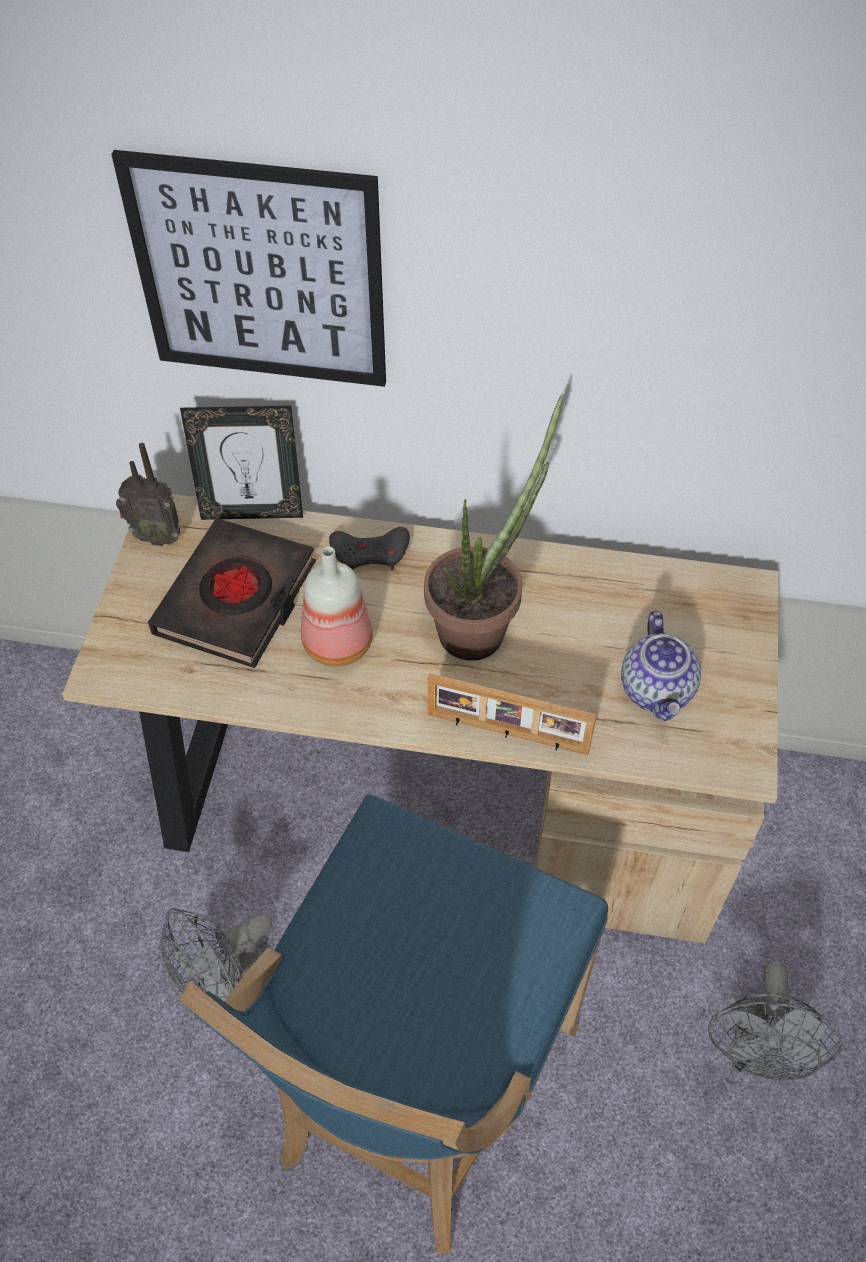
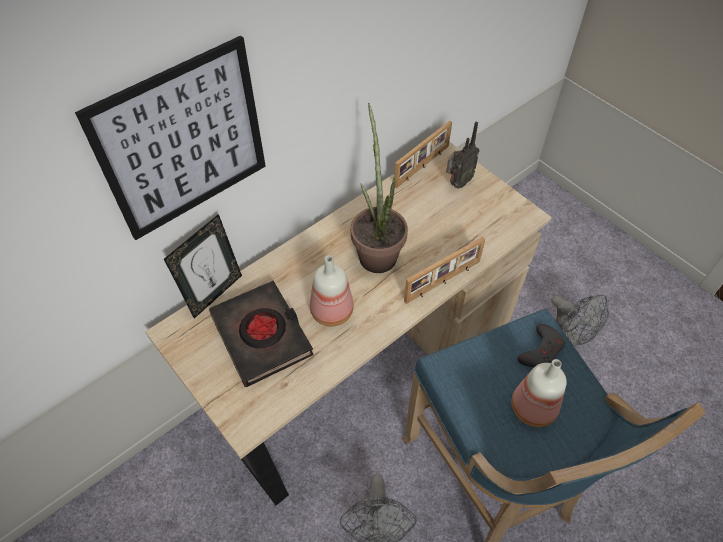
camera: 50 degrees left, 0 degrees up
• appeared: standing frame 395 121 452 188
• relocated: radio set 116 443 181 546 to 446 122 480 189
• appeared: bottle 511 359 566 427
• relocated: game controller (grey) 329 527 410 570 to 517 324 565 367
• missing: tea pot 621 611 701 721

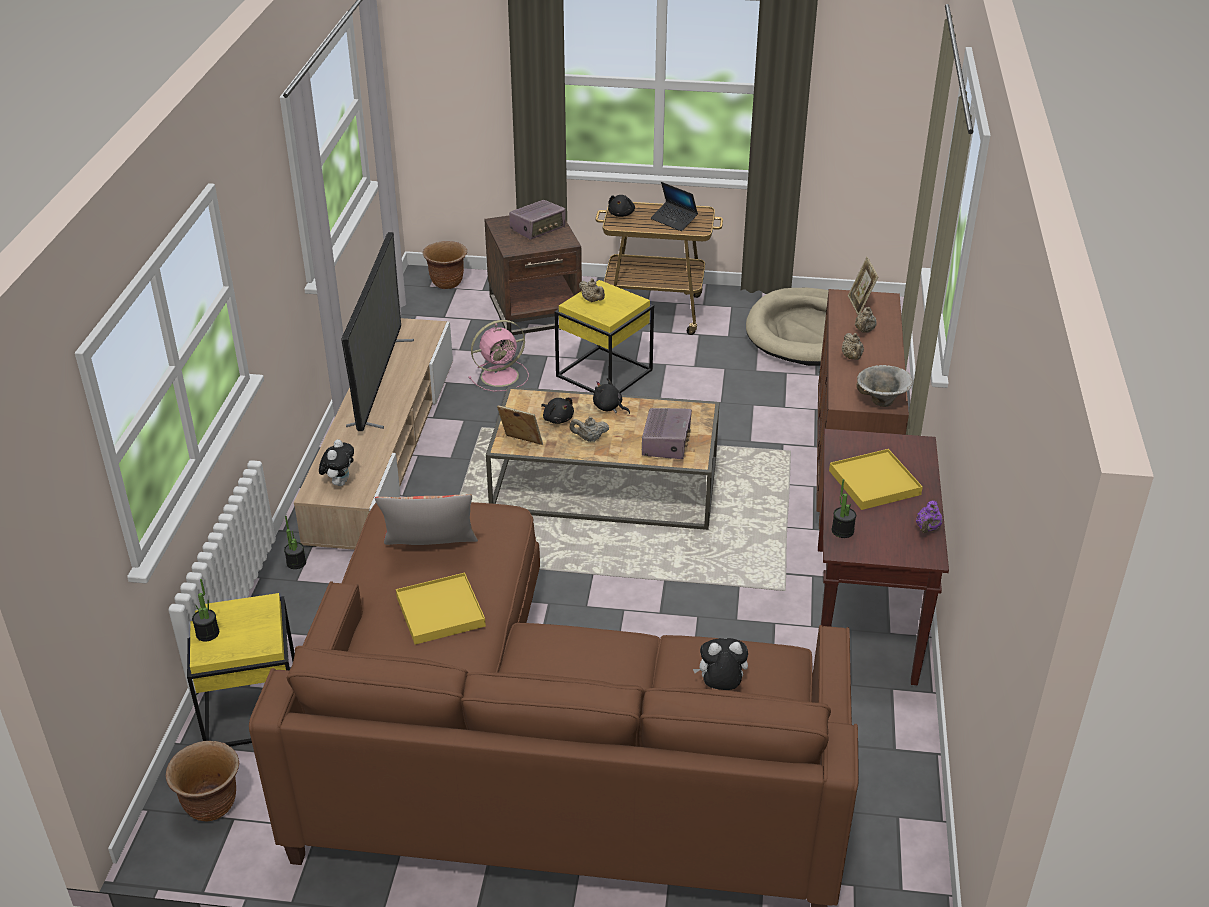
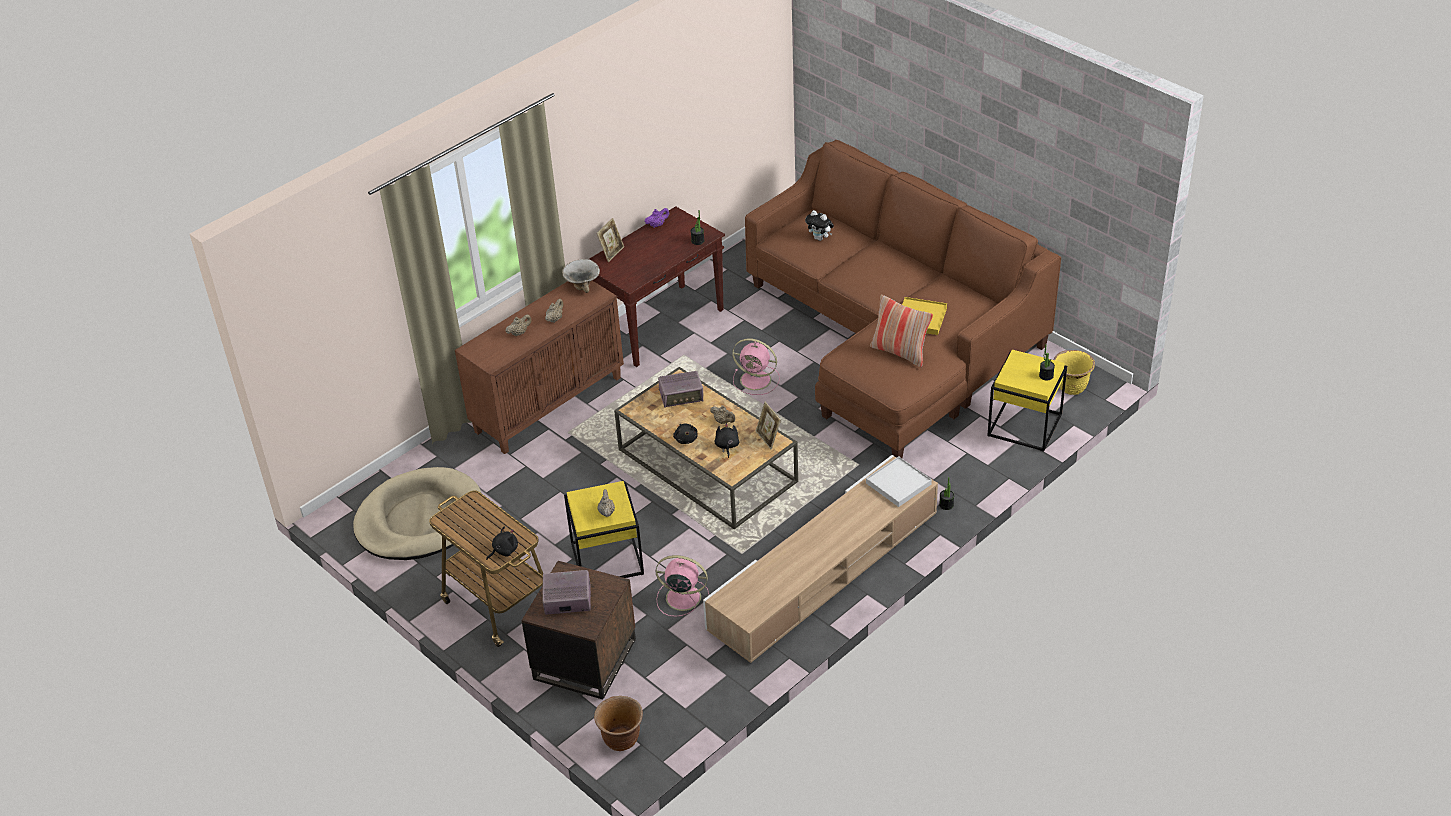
camera: 140 degrees left, 5 degrees up
• relocated: standing frame 848 257 878 315 to 597 218 624 262
• spun: radio set 642 408 692 459 = 658 371 703 408 150 degrees counterclockwise
• appeared: electric fan (pinkish) 732 338 780 395
• exchanged: soft toy 319 439 354 486 to carrying tray (whitish) 866 456 932 507
• colour: planter (brown-coloured) 166 741 239 822 to planter (yellowish) 1054 350 1095 395
• missing: TV 341 232 414 431
• missing: laptop 651 182 698 231
• missing: carrying tray (yellowish) 829 449 923 510

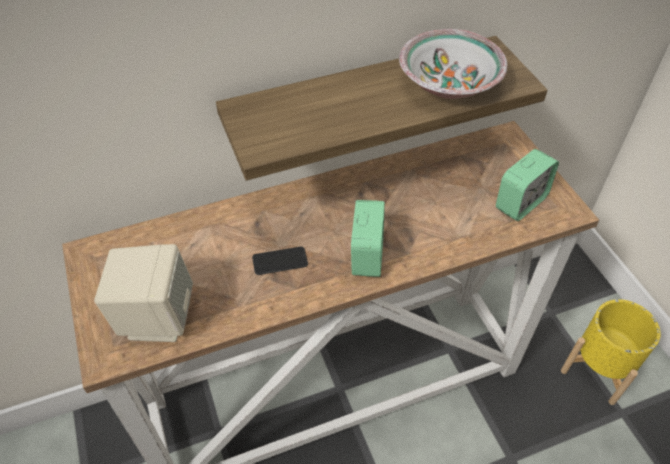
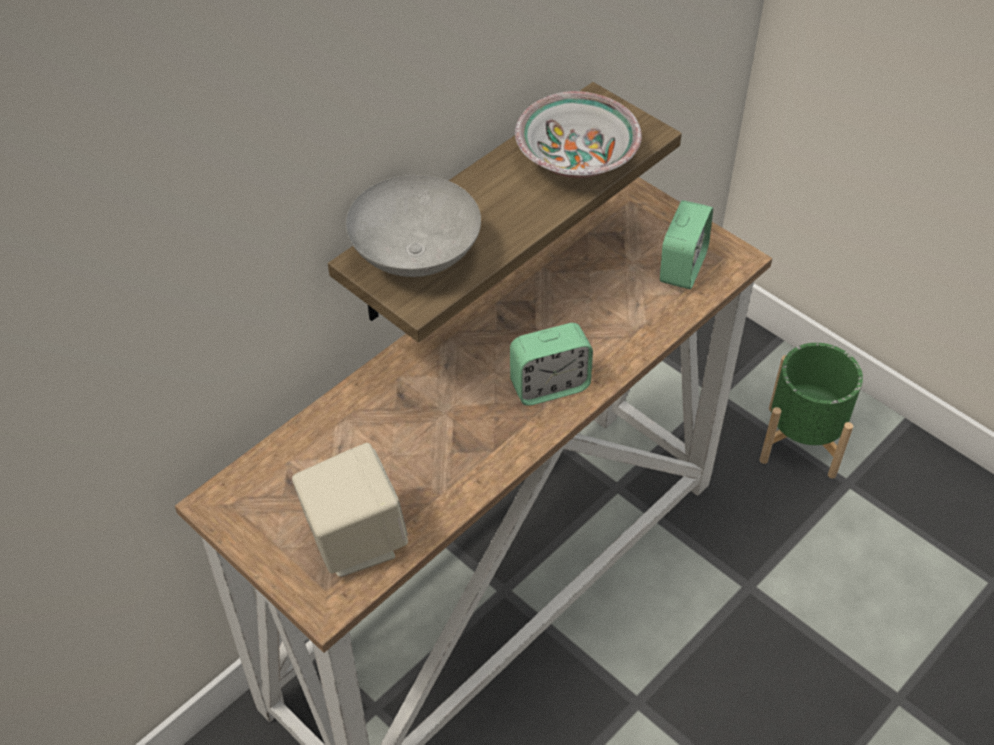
camera: 25 degrees left, 0 degrees up
• appeared: serving bowl (grey) 346 175 481 277
• spun: alarm clock 351 200 385 277 = 510 323 593 406 90 degrees clockwise
• colour: planter (yellowish) 561 299 661 405 to planter (green) 760 343 863 478
• missing: phone 252 247 308 275

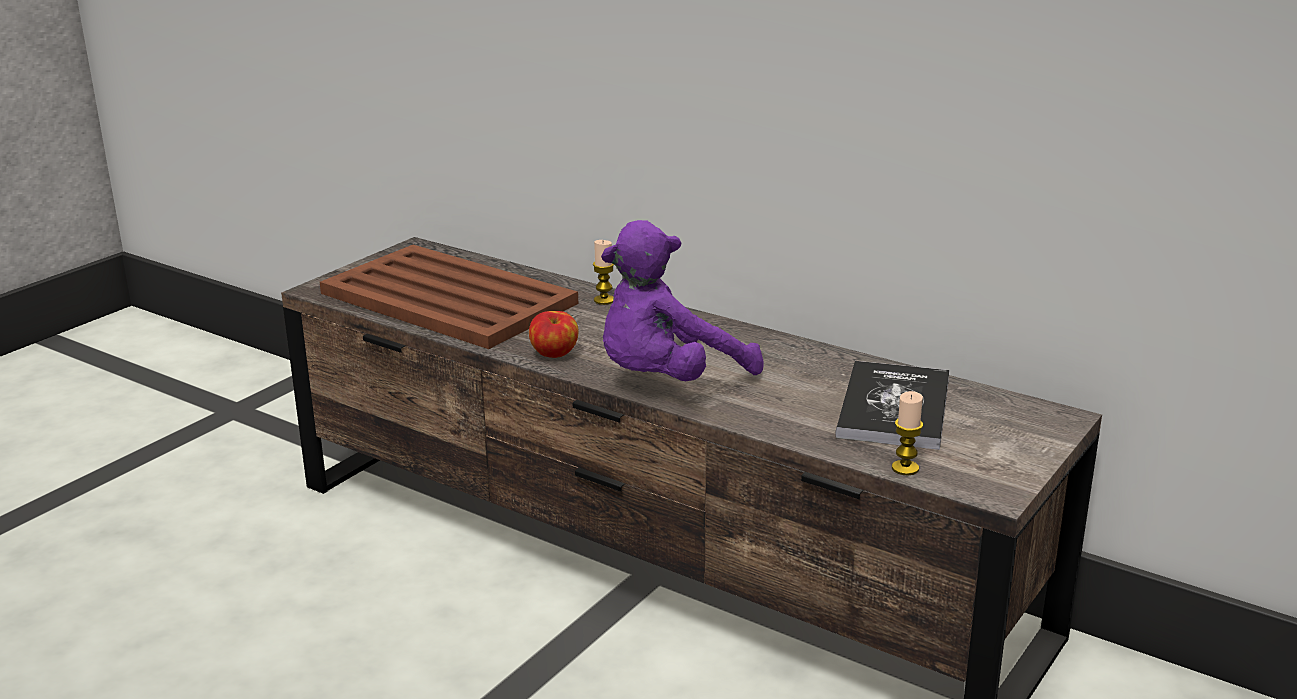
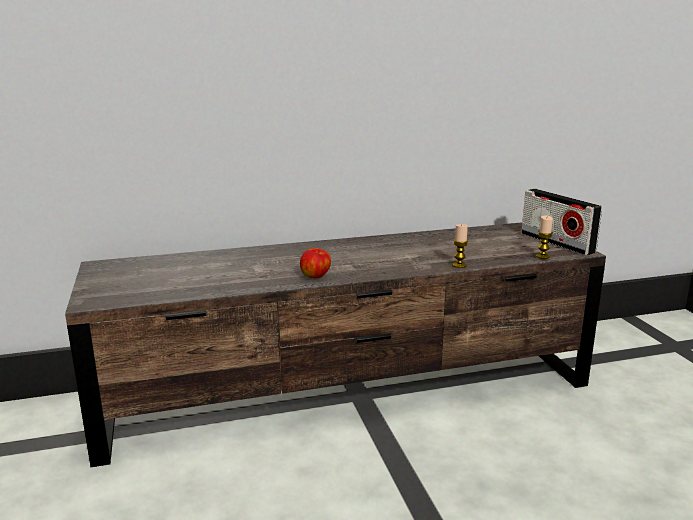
camera: 50 degrees left, 5 degrees down
• relocated: wax light 593 240 614 305 to 452 224 468 268
• appeared: radio set 521 189 602 255
• missing: carrying tray (brown-coloured) 320 245 578 349
• missing: soft toy (purple) 601 220 764 381
• missing: bound book 835 361 950 450

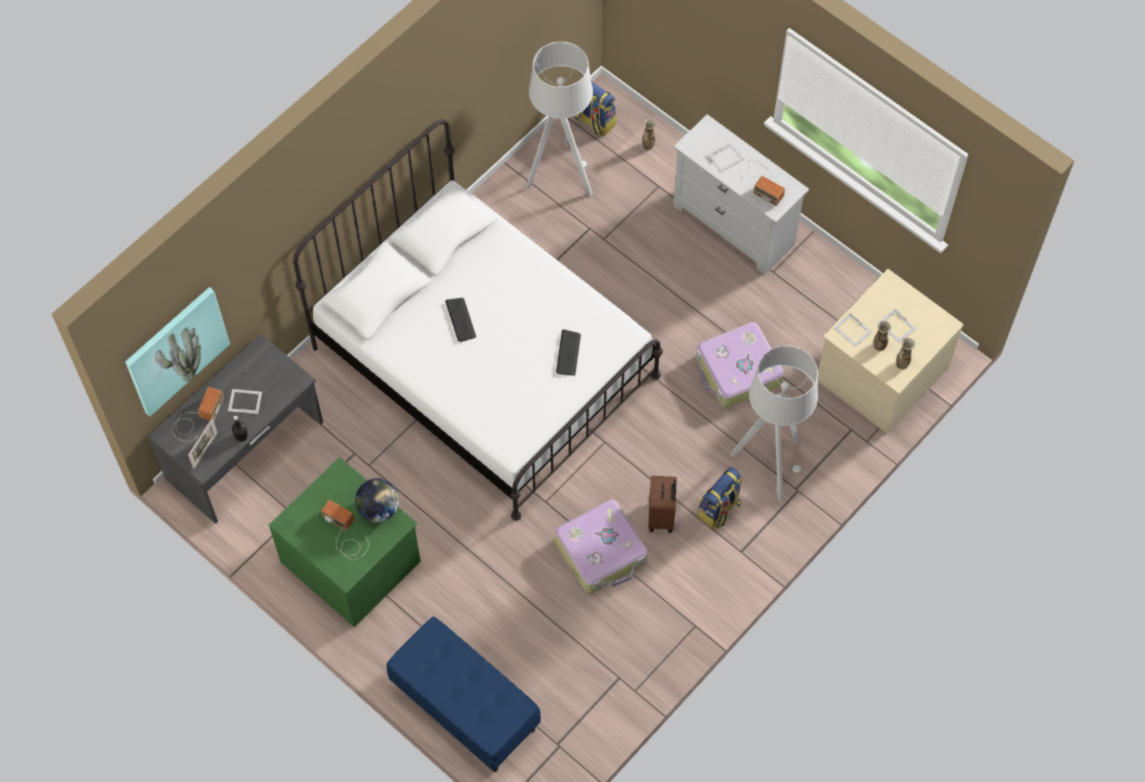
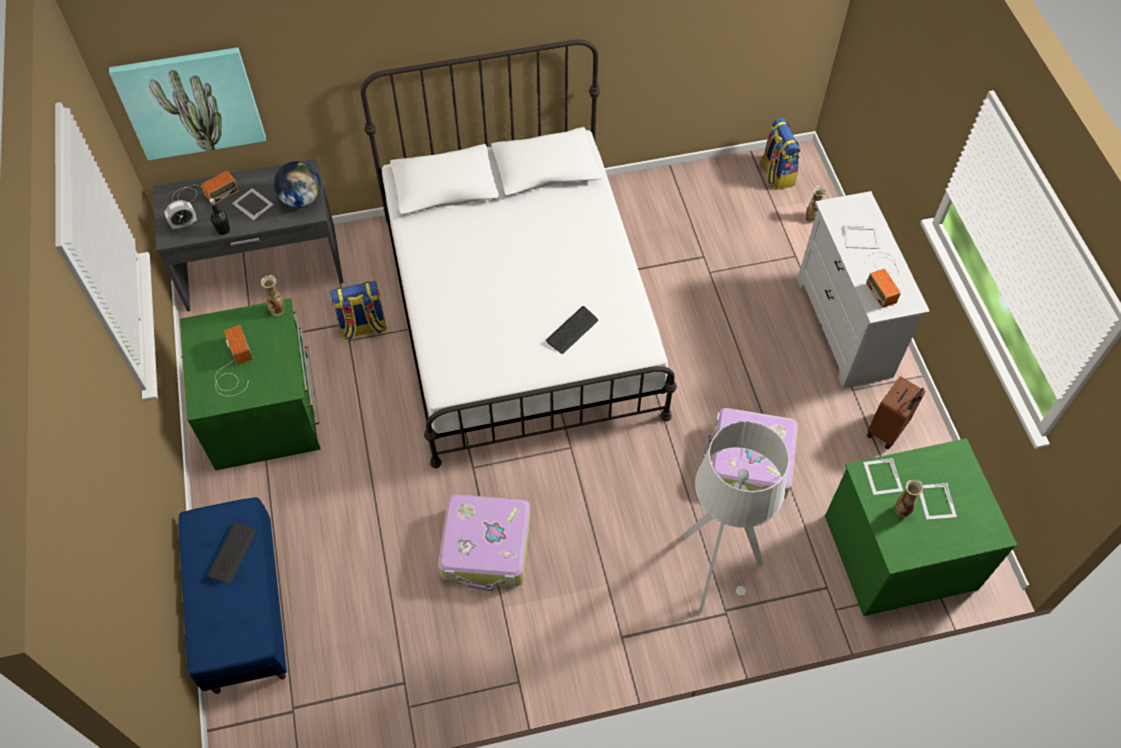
camera: 35 degrees right, 5 degrees down
• exchanged: standing frame 188 418 218 469 to alarm clock 165 200 197 230
• relocated: keyboard 445 298 476 342 to 207 522 256 584
• relocated: flower vase 896 337 915 370 to 261 275 285 316
• relocated: globe 355 478 399 522 to 274 161 321 208
• relocated: backpack 697 467 742 529 to 330 281 387 340
• colour: drawer chest (beige-coloured) 818 269 964 434 to drawer chest (green) 825 438 1017 616
• relocated: suitcase (brown-coloured) 648 476 677 533 to 867 376 926 449
• missing: standing lamp (grey) 526 41 593 196

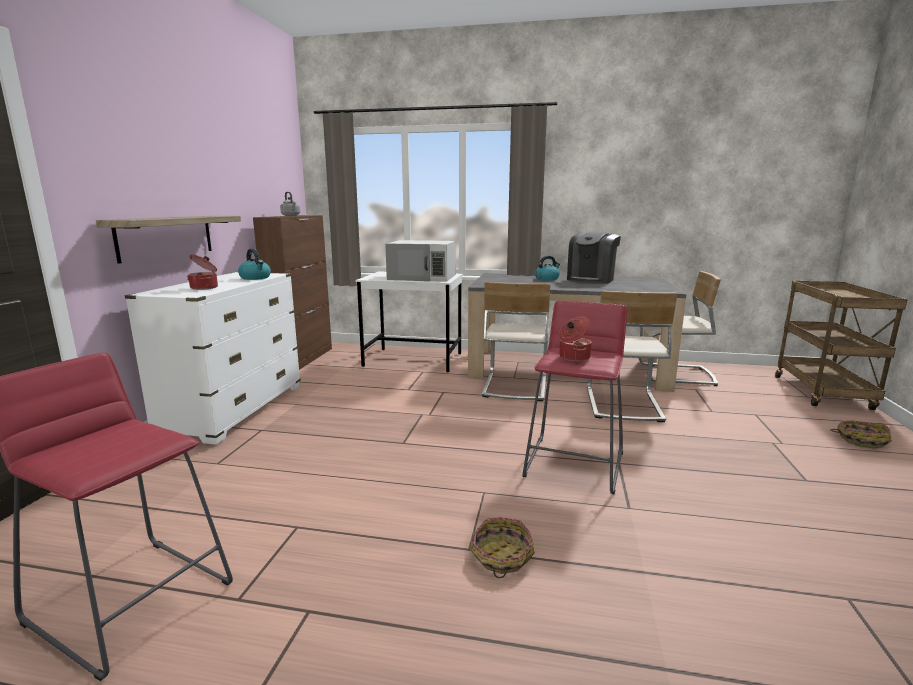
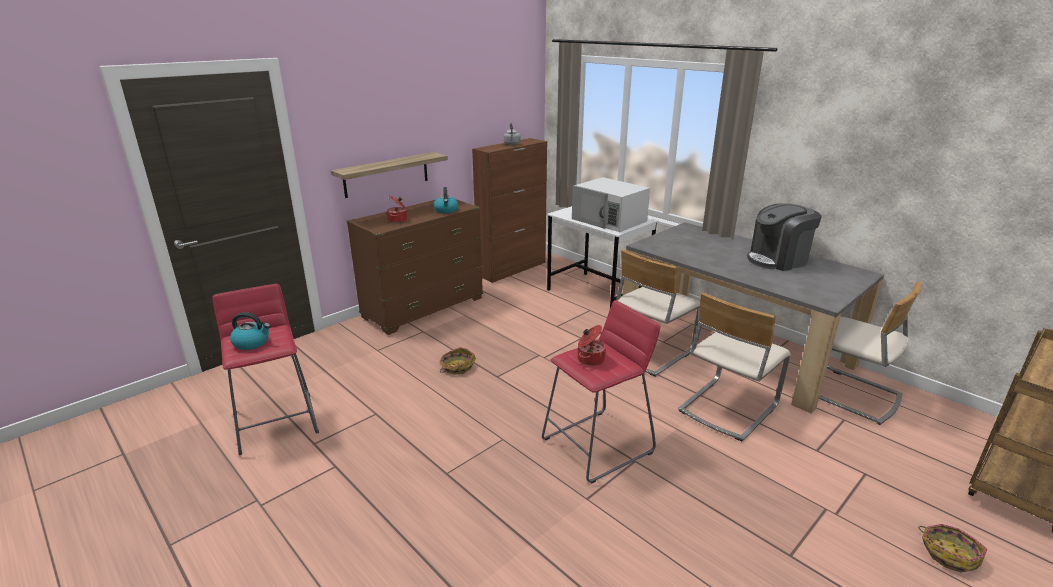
camera: 35 degrees right, 10 degrees up
• relocated: tea kettle 535 256 560 281 to 230 312 270 350
• colour: drawer chest (whitish) 125 272 301 445 to drawer chest (brown-coloured) 347 199 483 335
• relocated: household basket 470 517 535 578 to 439 347 476 375

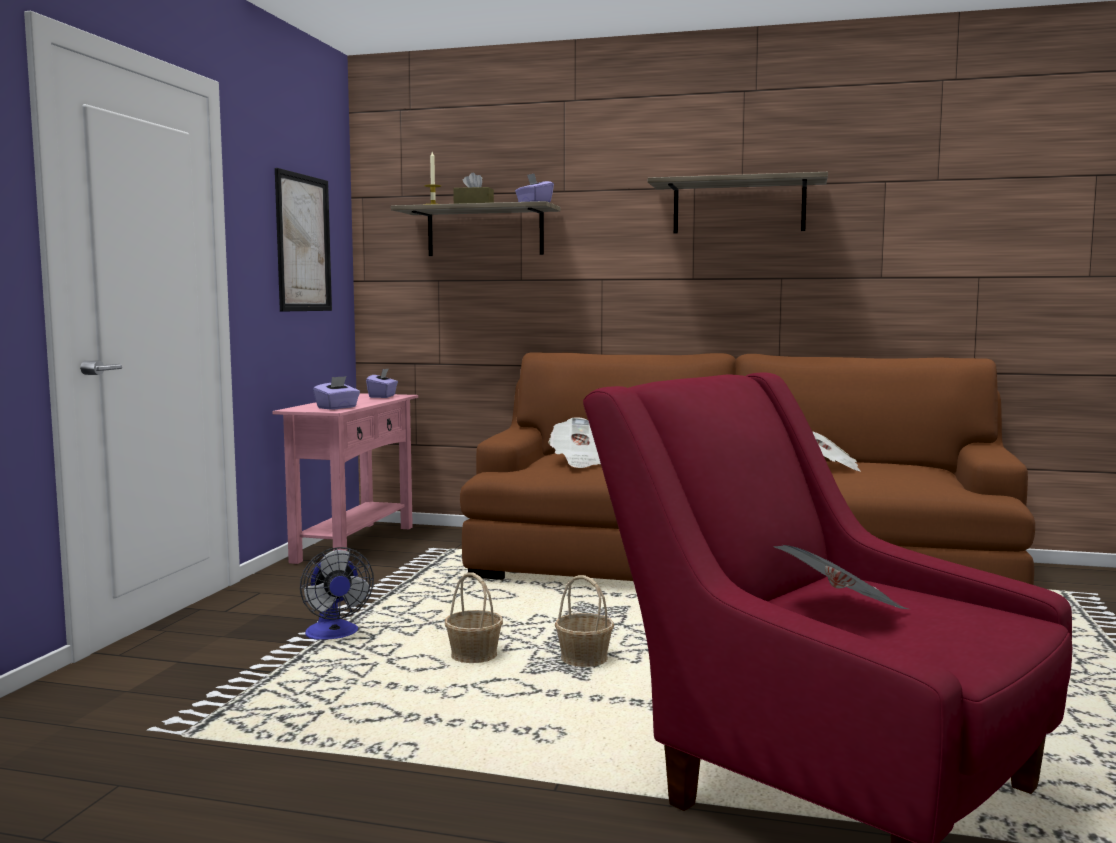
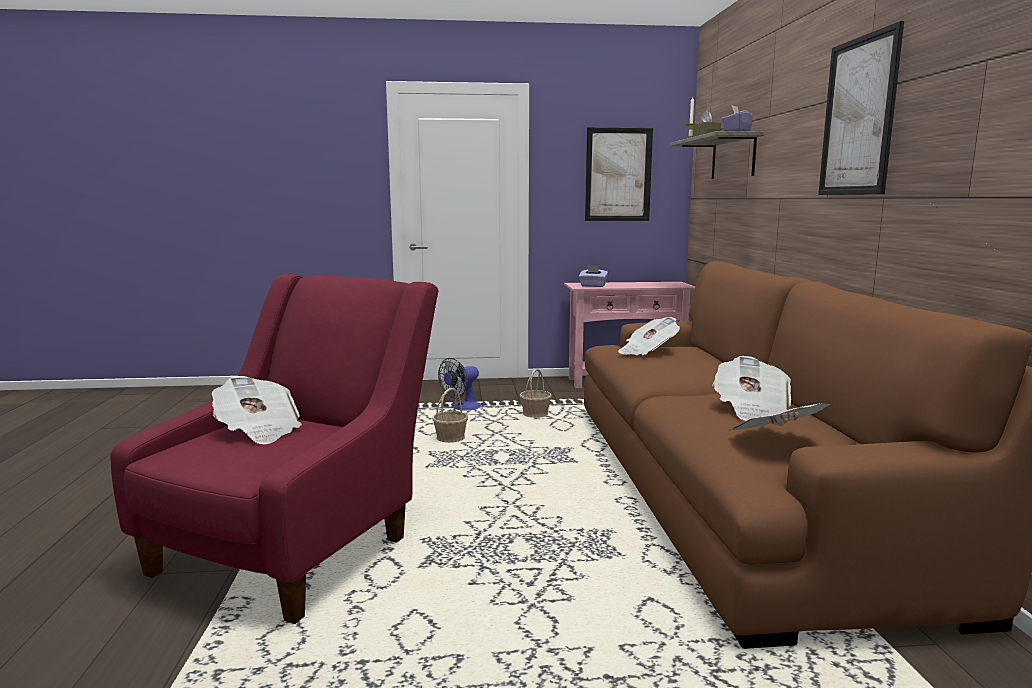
camera: 70 degrees right, 5 degrees up
• relocated: household basket 555 575 614 667 to 520 369 552 418
• appeared: newspaper 730 403 830 430
• exchanged: bracket shelf 648 172 828 233 to wall picture 818 21 904 195
• missing: tissue holder (purple) 366 368 398 398

